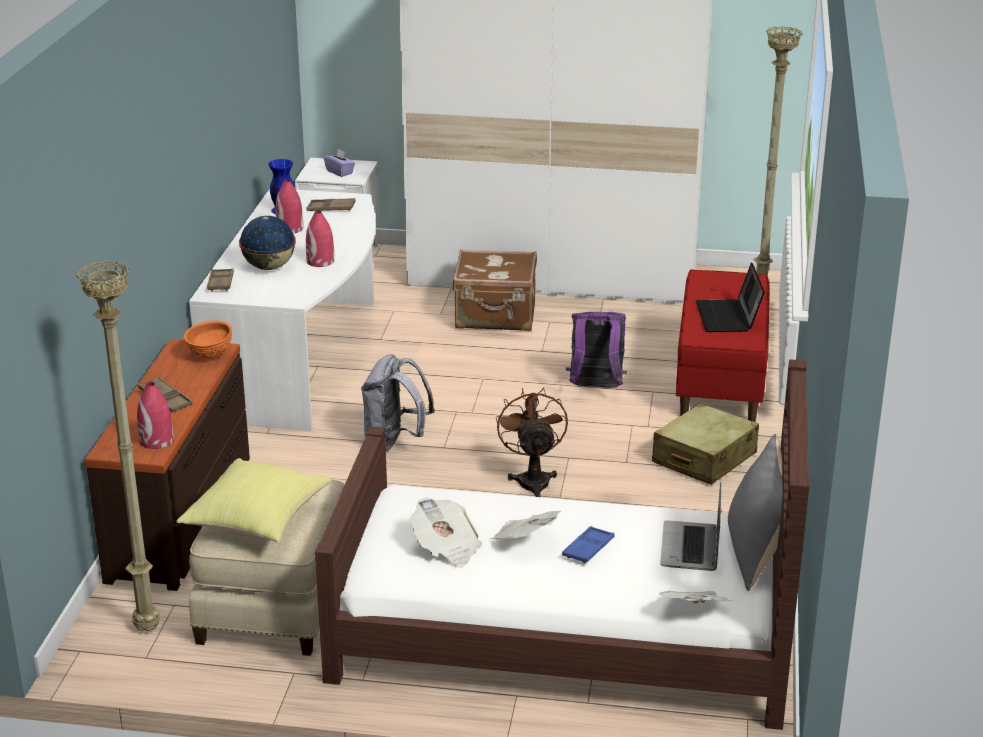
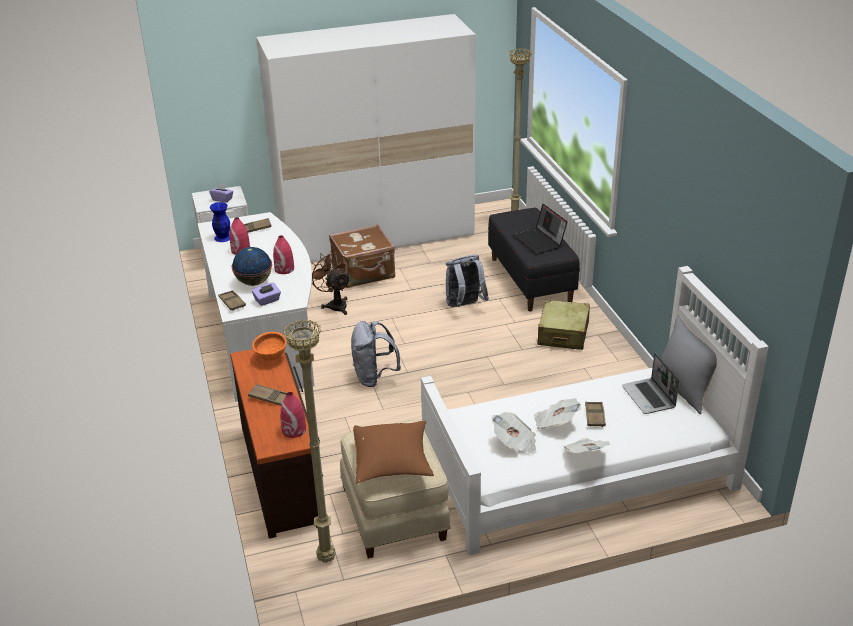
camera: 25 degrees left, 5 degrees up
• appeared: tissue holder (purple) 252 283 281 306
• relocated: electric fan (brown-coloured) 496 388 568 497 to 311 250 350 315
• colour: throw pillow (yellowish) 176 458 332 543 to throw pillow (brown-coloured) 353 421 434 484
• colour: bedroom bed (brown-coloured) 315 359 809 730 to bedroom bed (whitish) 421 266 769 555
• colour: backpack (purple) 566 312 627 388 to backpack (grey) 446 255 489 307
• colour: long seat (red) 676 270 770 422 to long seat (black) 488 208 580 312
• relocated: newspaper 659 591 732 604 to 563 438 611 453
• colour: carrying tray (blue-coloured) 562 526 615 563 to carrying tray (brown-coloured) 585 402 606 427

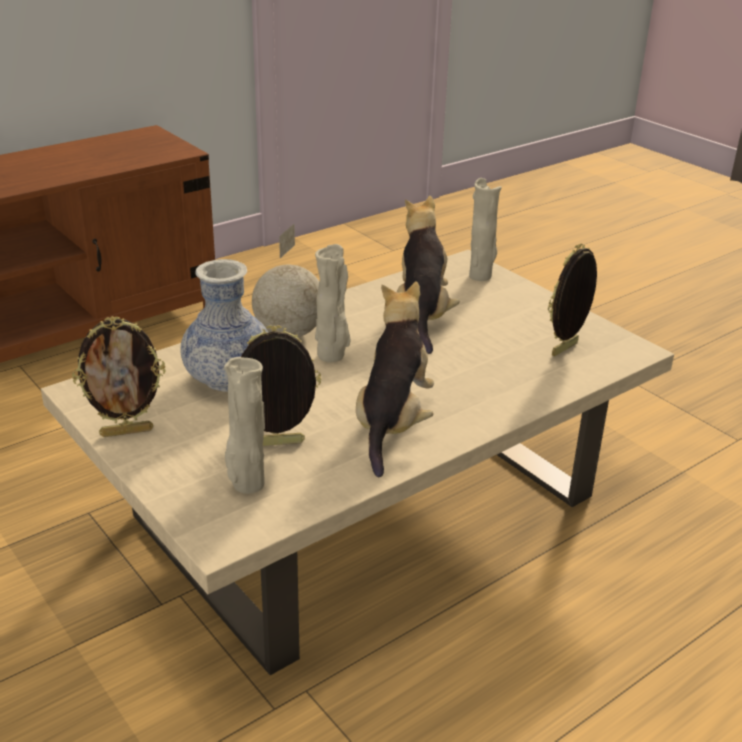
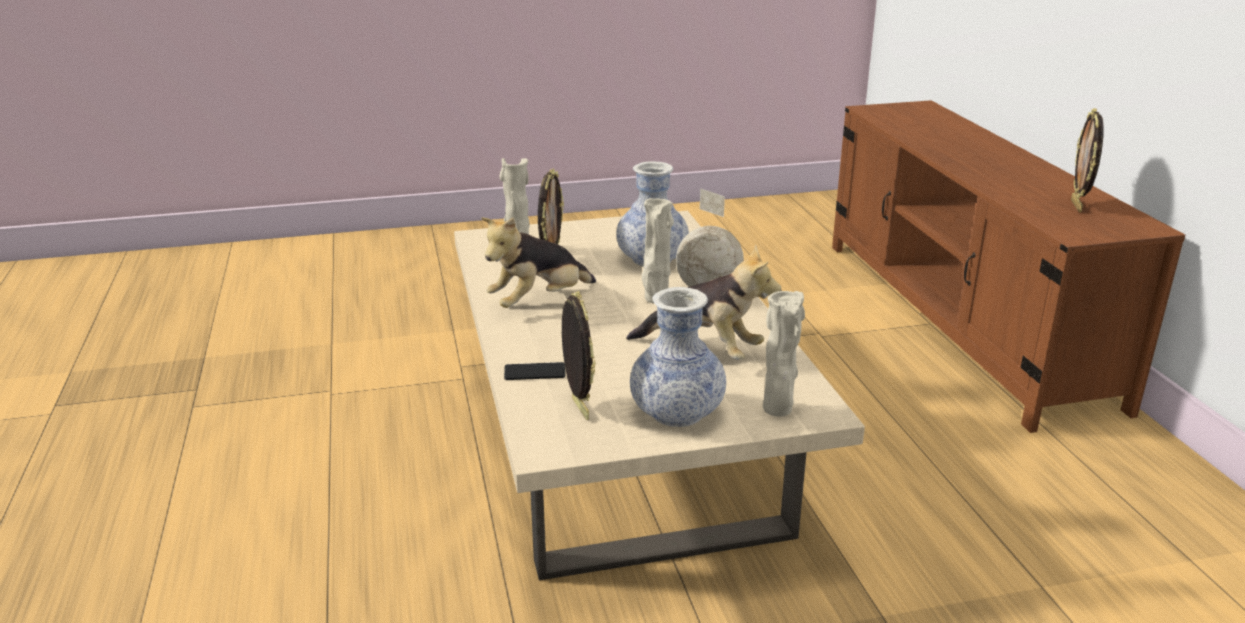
camera: 115 degrees right, 5 degrees down
• spun: soft toy 356 281 434 477 = 481 217 596 308 105 degrees clockwise
• appeared: phone 504 362 565 380
• appeared: flower vase 630 287 726 427
• relocated: standing frame 72 316 165 437 to 1071 108 1104 212

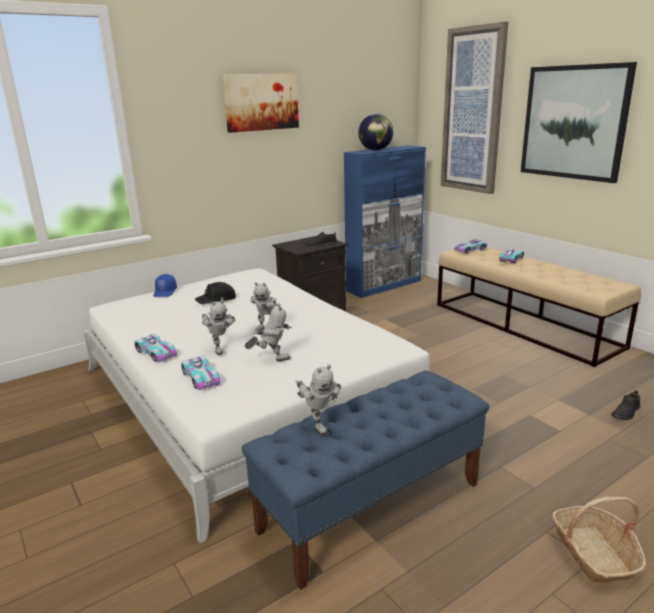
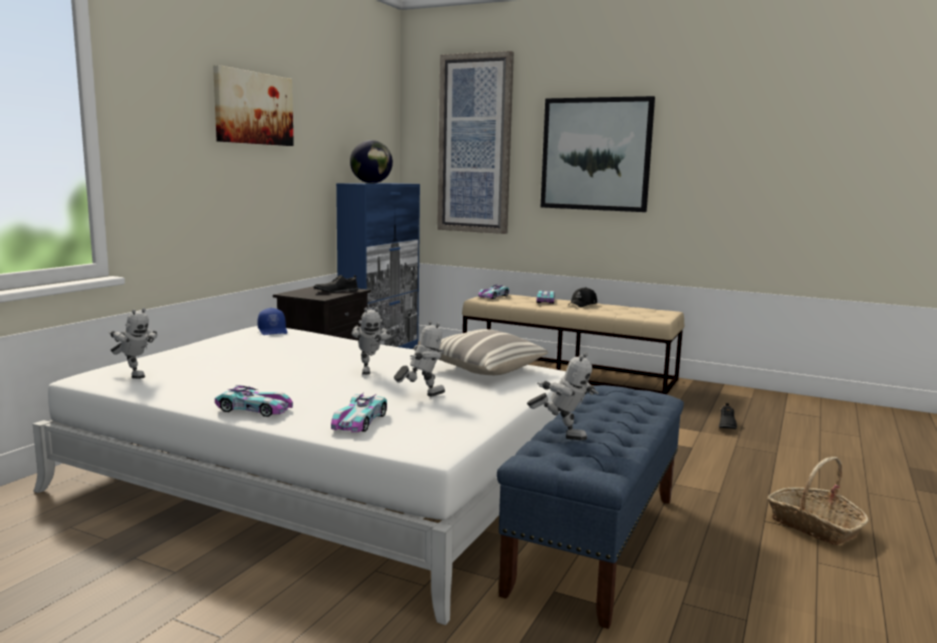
camera: 30 degrees left, 10 degrees down
• relocated: model robot 202 300 235 355 to 109 308 157 379
• relocated: peaked cap (blue-coloured) 153 274 177 297 to 257 308 287 335
• spun: model car 181 355 220 390 = 331 394 387 432 75 degrees clockwise
• appeared: throw pillow 438 329 548 375
• relocated: peaked cap (black) 195 282 236 304 to 570 287 597 307

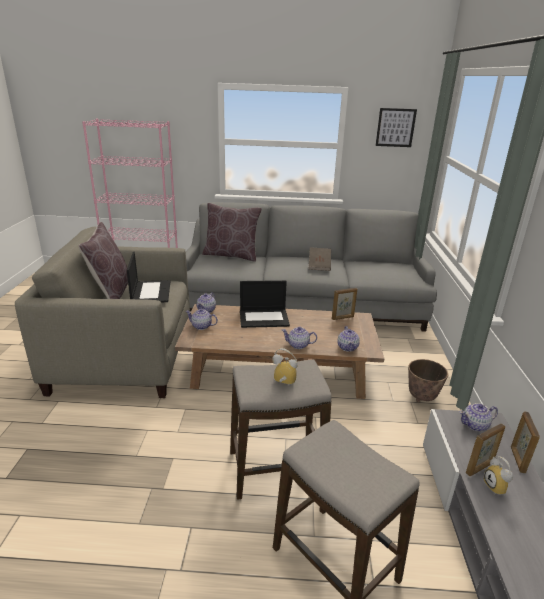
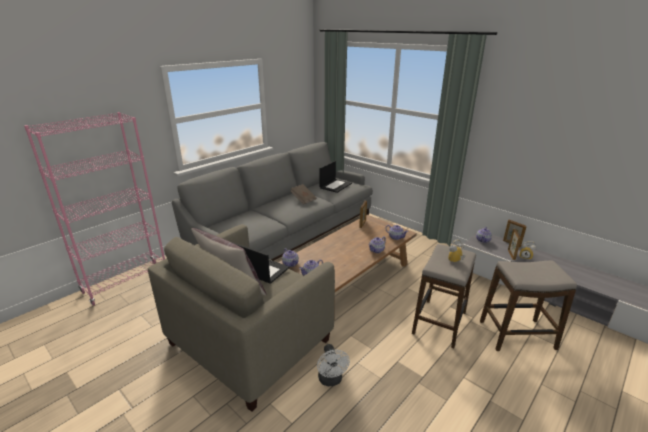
camera: 50 degrees left, 0 degrees up
• appeared: electric fan (whitish) 317 344 350 386
• relocated: laptop 240 280 290 328 to 320 161 352 193
• missing: throw pillow (brown-coloured) 202 203 262 261
• missing: wall picture 376 108 417 147
• missing: planter 408 359 448 403

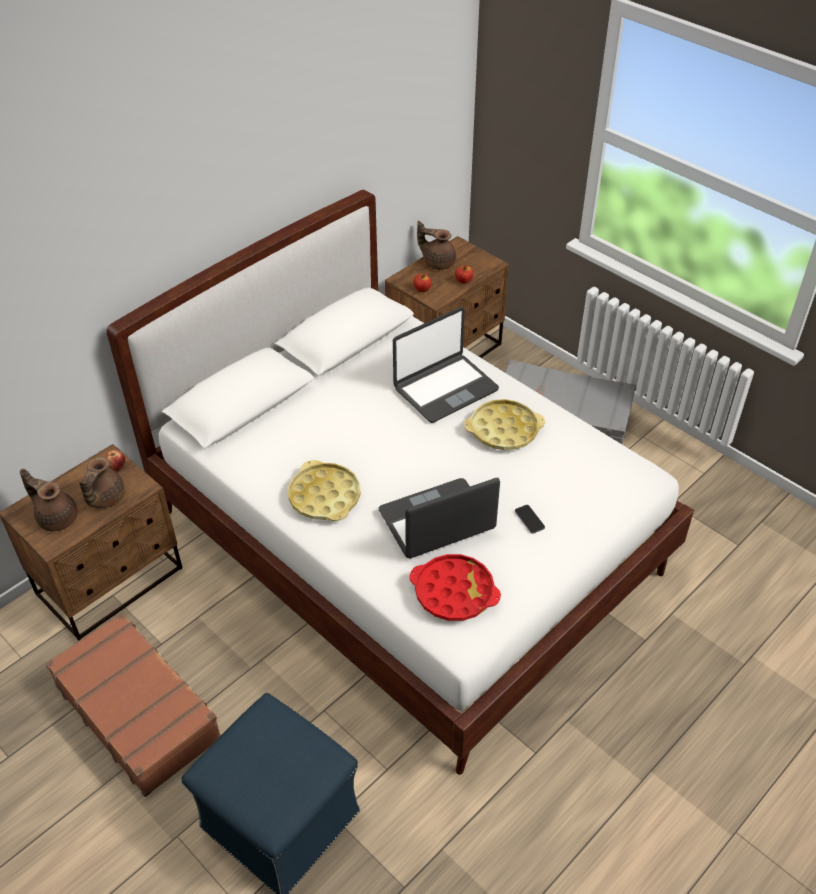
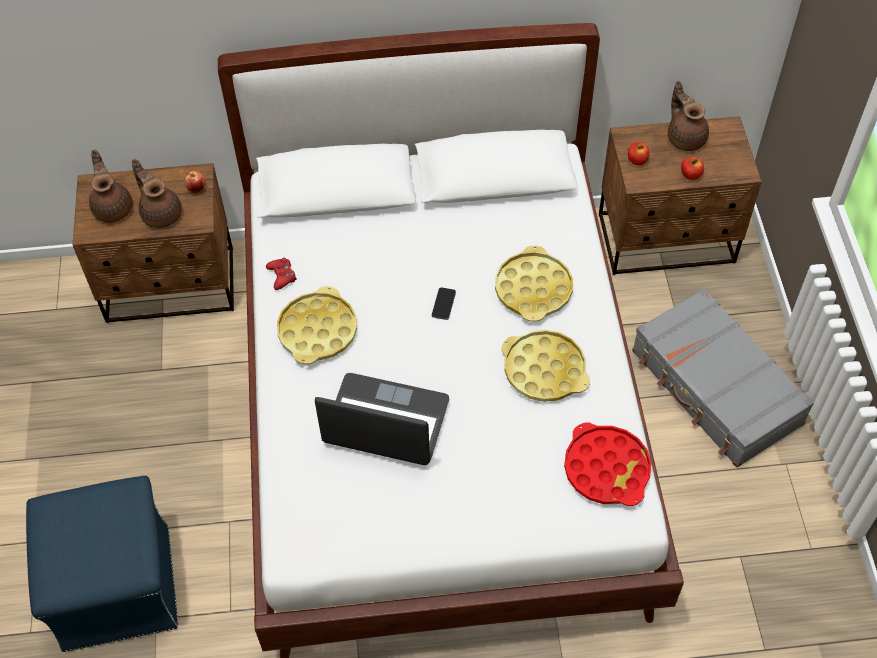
camera: 40 degrees right, 10 degrees up
• spun: tea pot (brown-coloured) 79 457 125 508 = 132 159 182 228 90 degrees clockwise
• appeared: game controller (red) 266 258 297 290
• relocated: phone 515 505 545 534 to 432 287 456 320
• exchanged: laptop 393 307 499 423 to carrying tray (yellowish) 495 246 573 322
• relocated: carrying tray (red) 409 554 501 621 to 564 422 652 506
• missing: suitcase (brown-coloured) 45 613 221 797

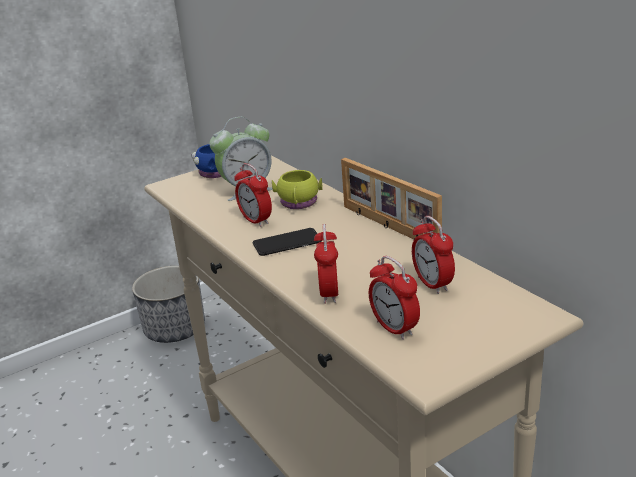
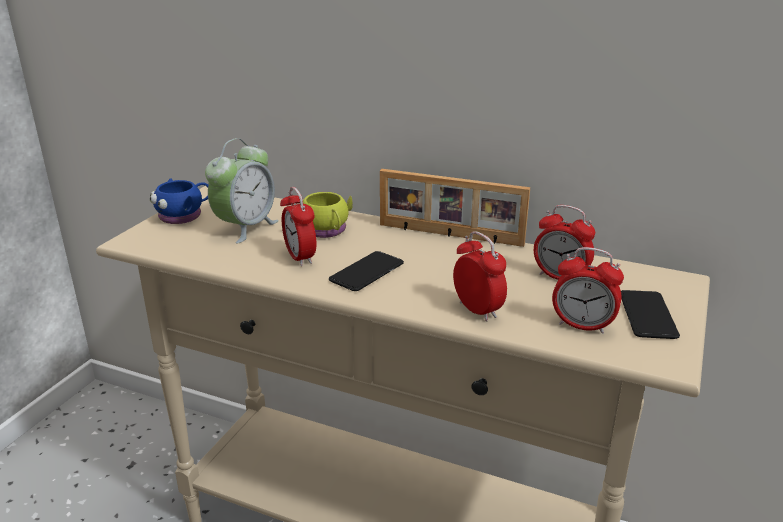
camera: 35 degrees left, 0 degrees up
• spun: alarm clock 234 163 272 227 = 280 187 316 266 45 degrees clockwise
• appeared: phone 621 290 680 339
• missing: planter 132 266 205 343

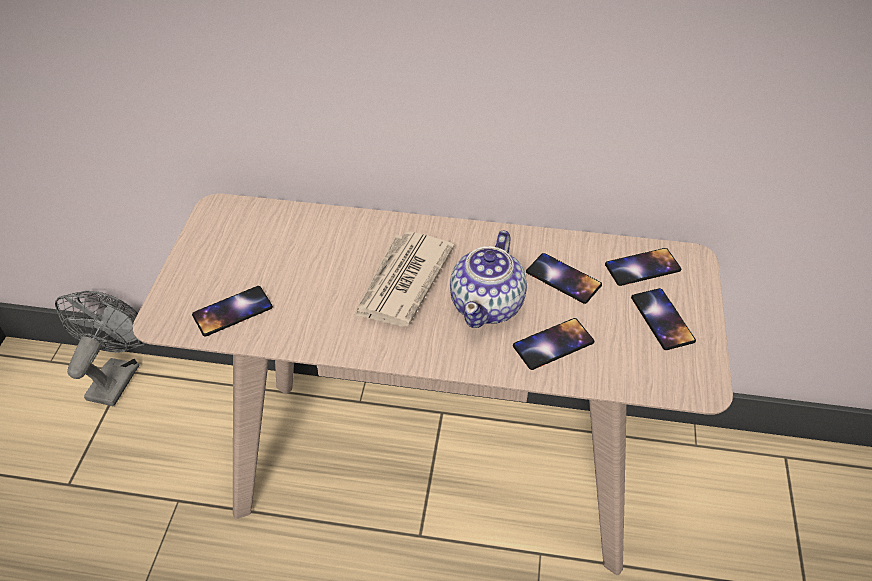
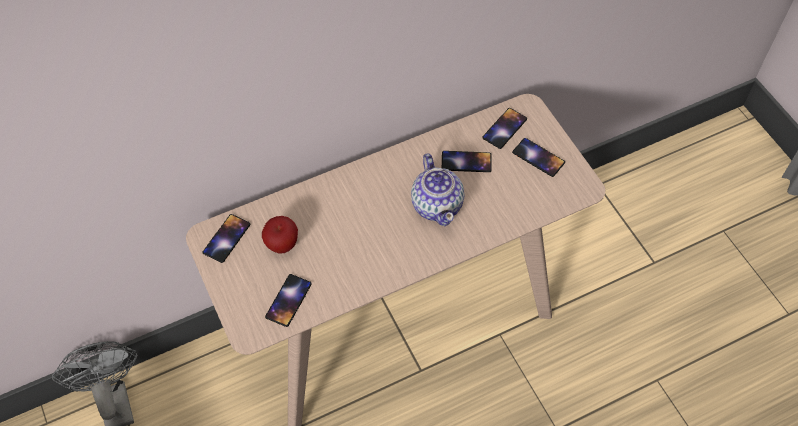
camera: 35 degrees left, 10 degrees up
• relocated: phone 513 318 594 370 to 203 214 251 263
• appeared: whole apple 262 216 298 254
• missing: newspaper 354 231 454 326

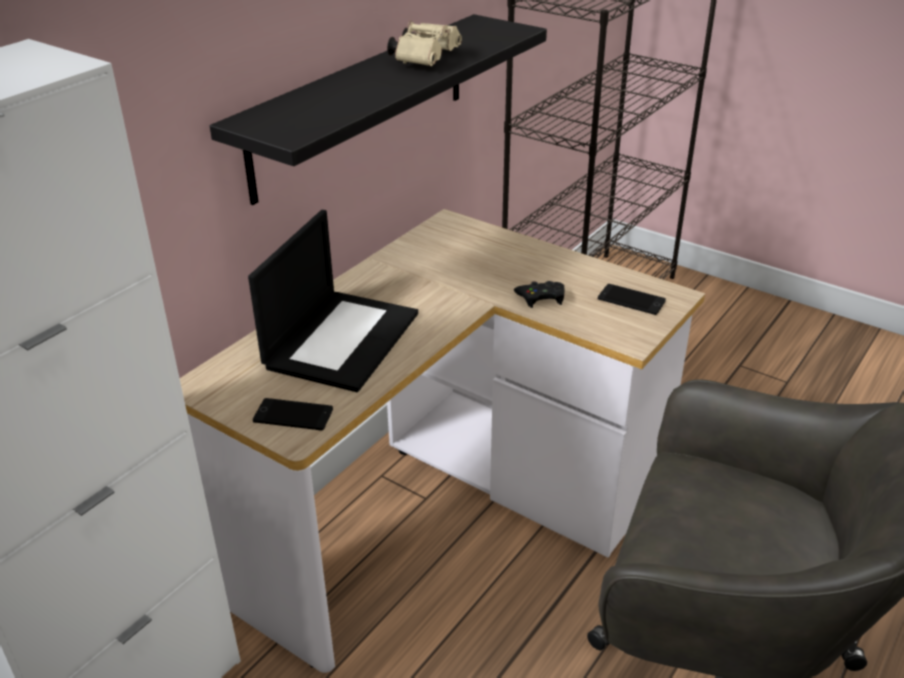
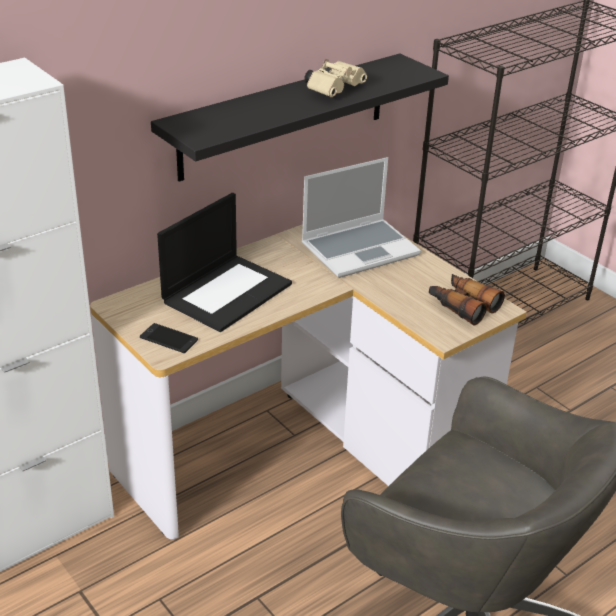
camera: 15 degrees right, 0 degrees up
• appeared: laptop 302 157 421 278
• exchanged: phone 598 284 666 315 to pair of binoculars 429 274 505 325
• missing: game controller (black) 514 281 565 308

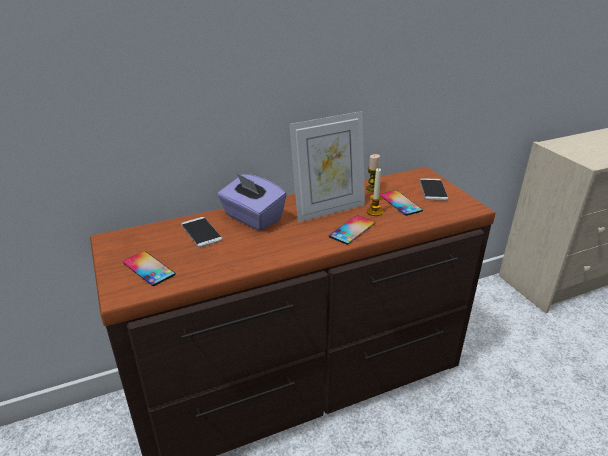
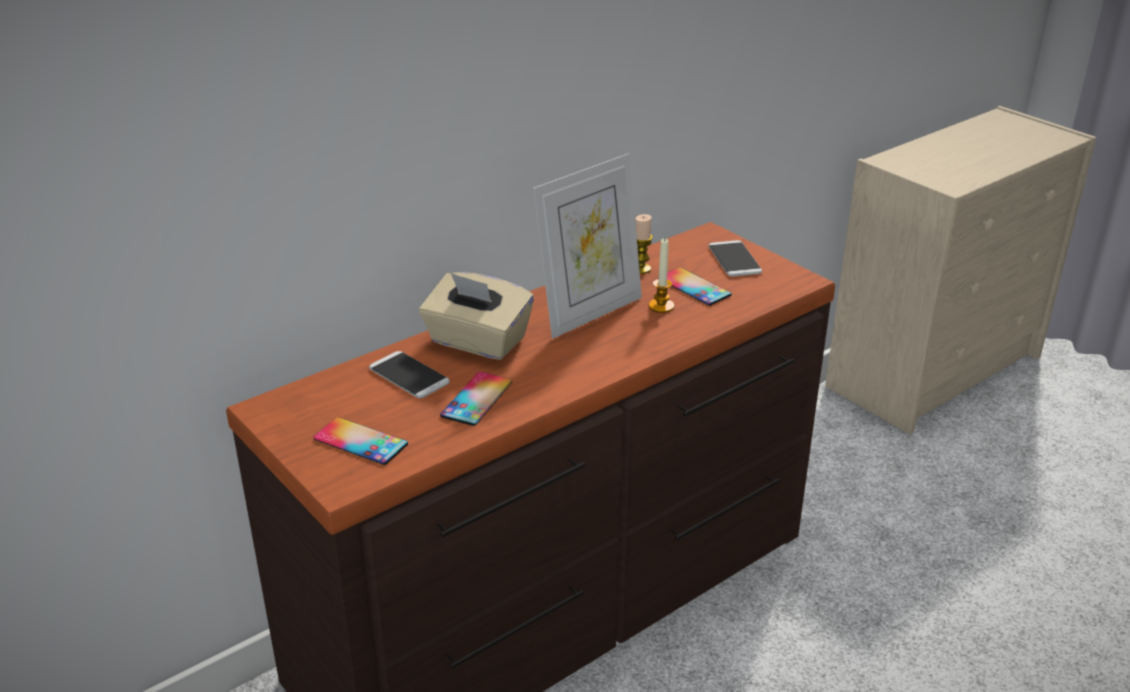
camera: 15 degrees left, 0 degrees up
• colour: tissue holder (purple) 217 173 287 231 to tissue holder (beige-coloured) 419 272 534 360
• relocated: phone 329 215 375 245 to 440 372 512 426

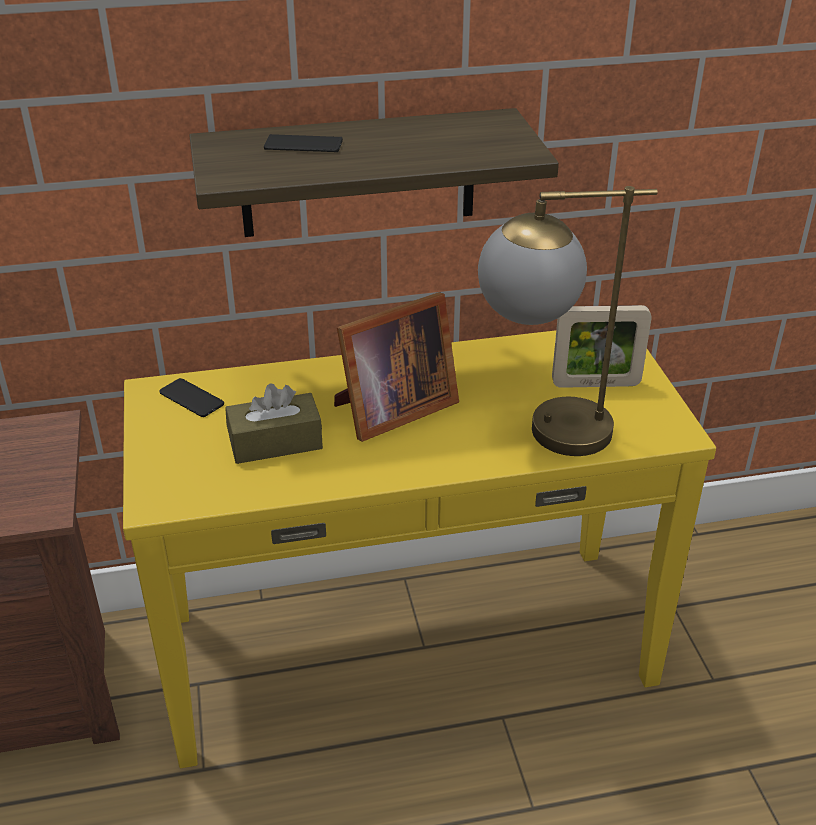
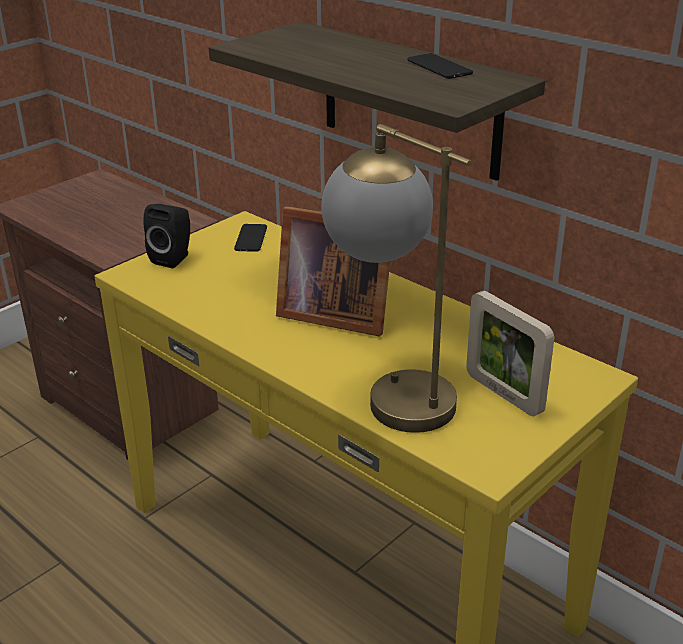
camera: 55 degrees right, 5 degrees down
• appeared: loudspeaker (black) 143 204 190 268
• relocated: phone 264 134 343 152 to 408 53 473 79
• missing: tissue holder (brown-coloured) 225 383 323 464

